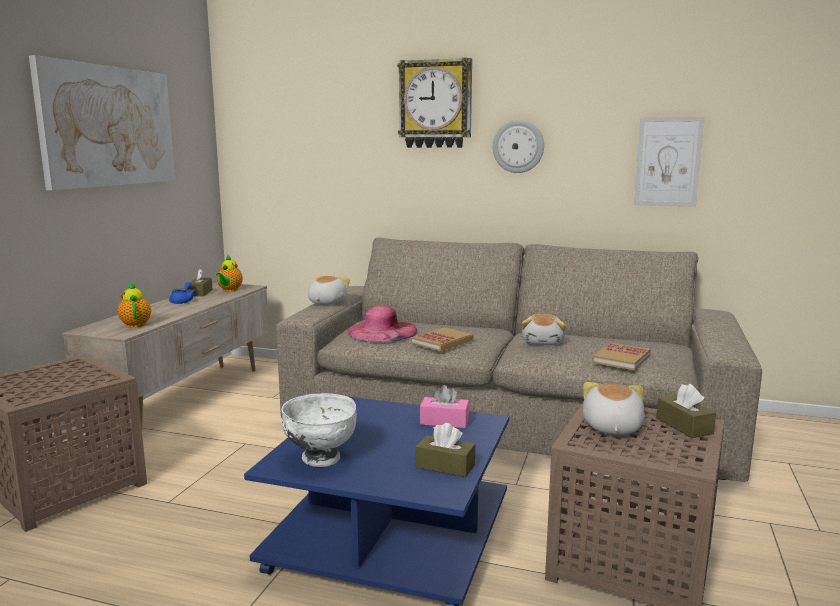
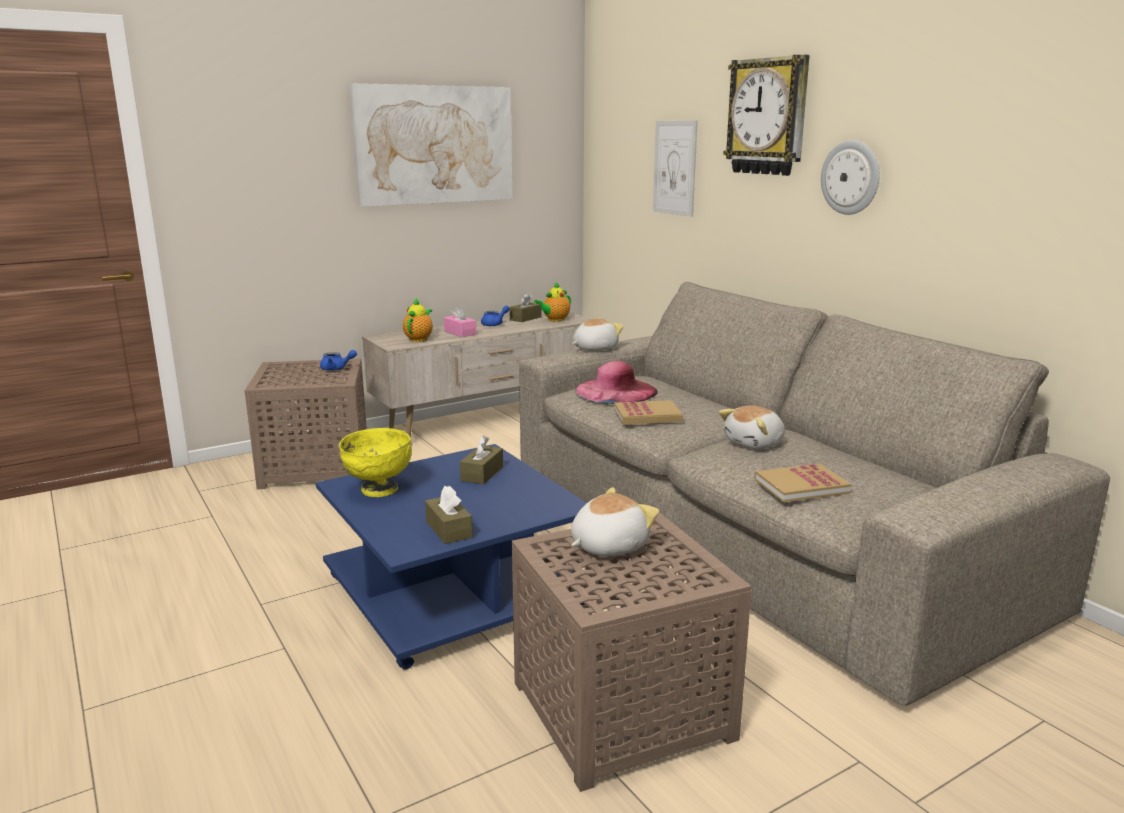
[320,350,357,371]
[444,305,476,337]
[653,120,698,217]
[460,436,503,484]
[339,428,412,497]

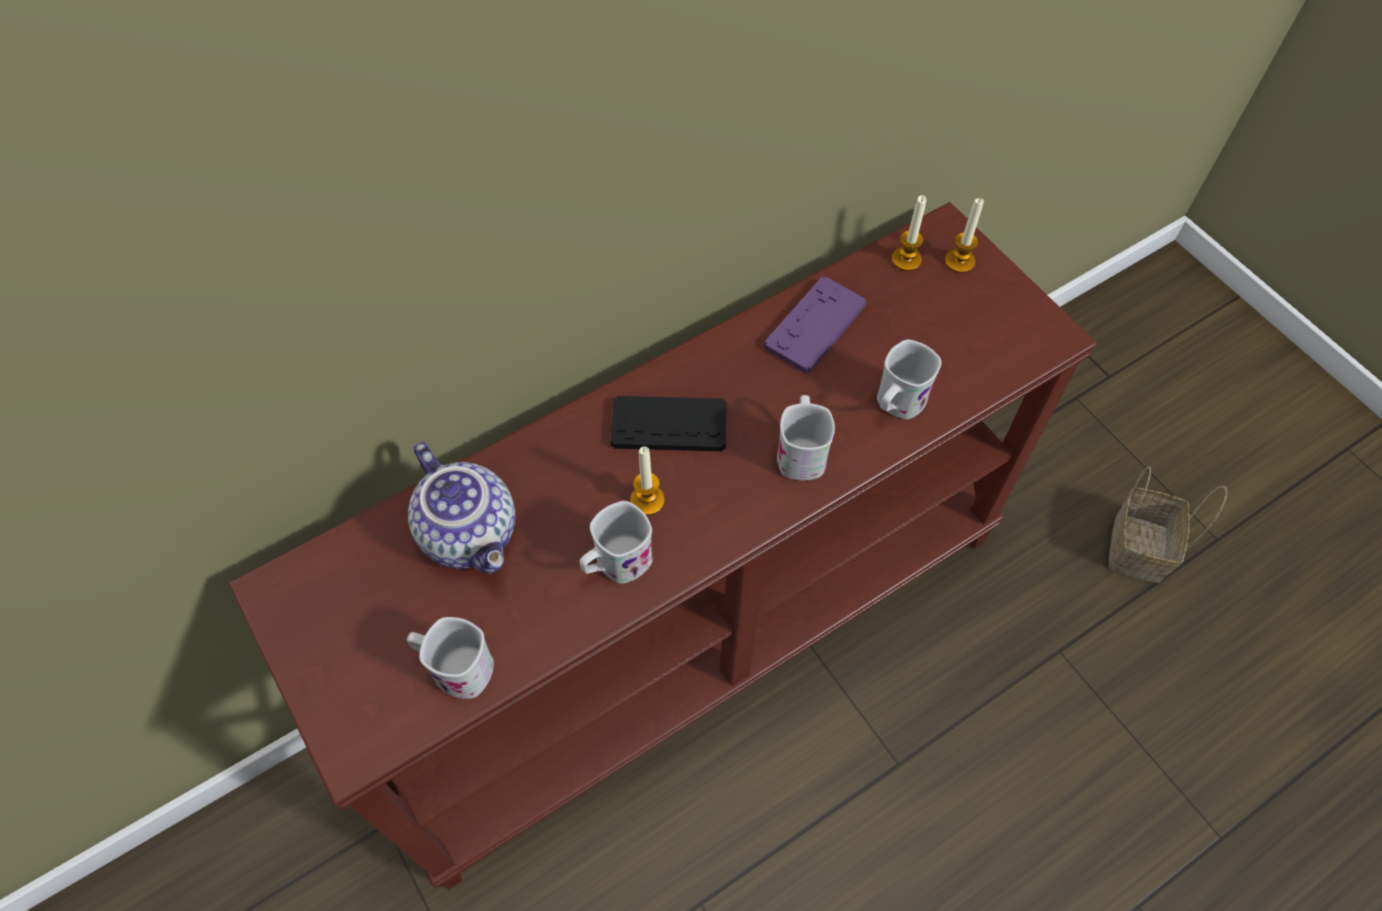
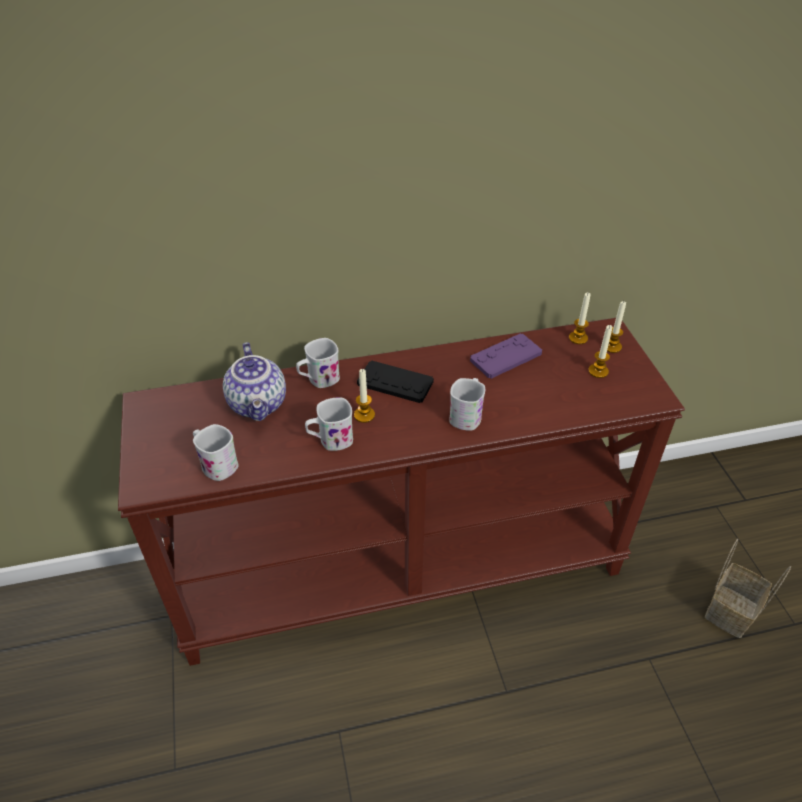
[588,325,612,378]
[296,338,340,388]

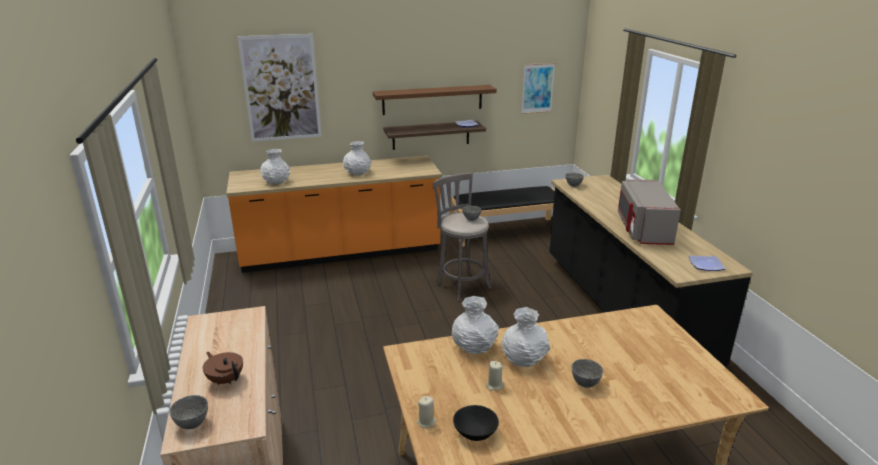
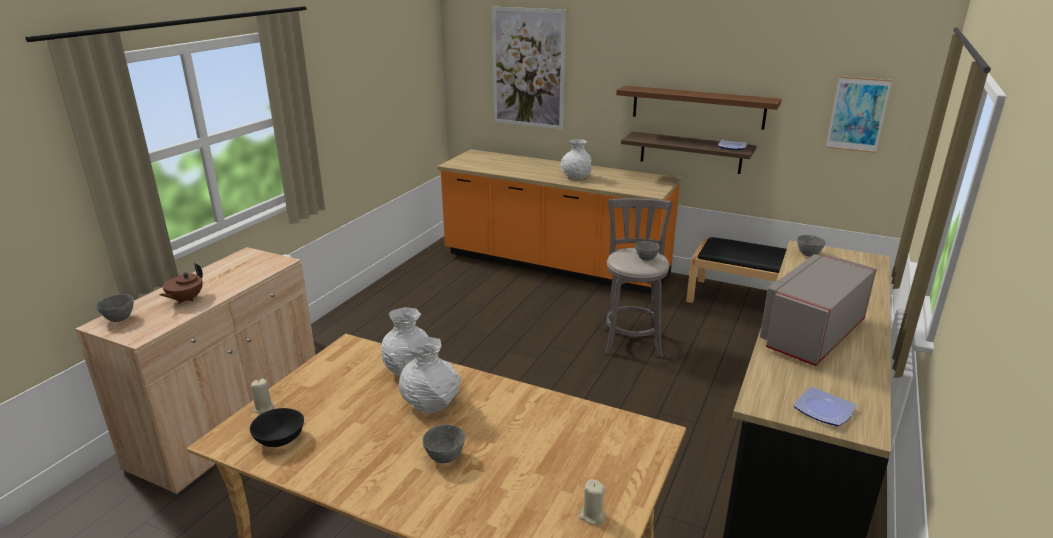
[260,149,290,184] (first image)
[579,479,606,525]
[159,263,203,304]

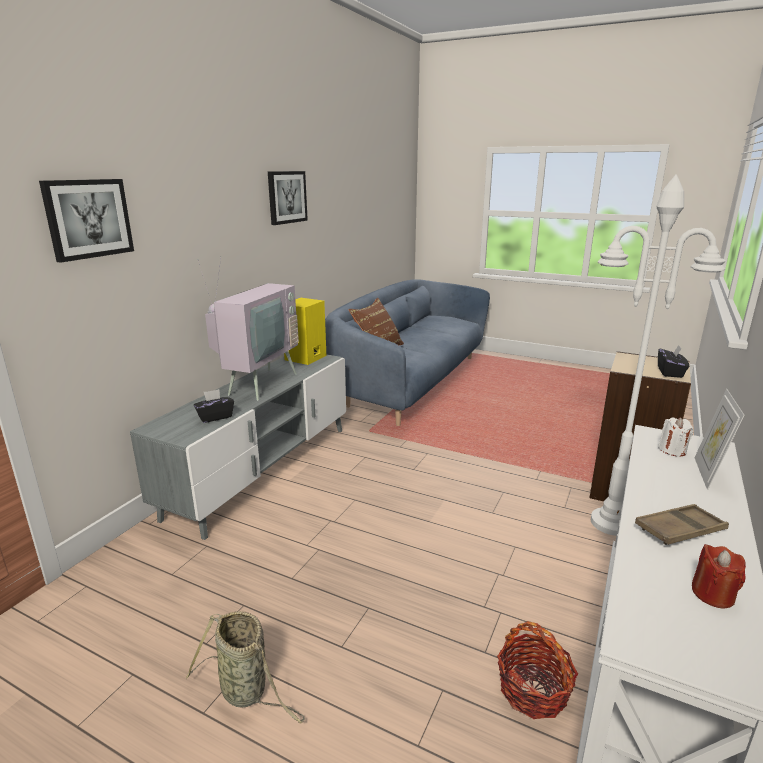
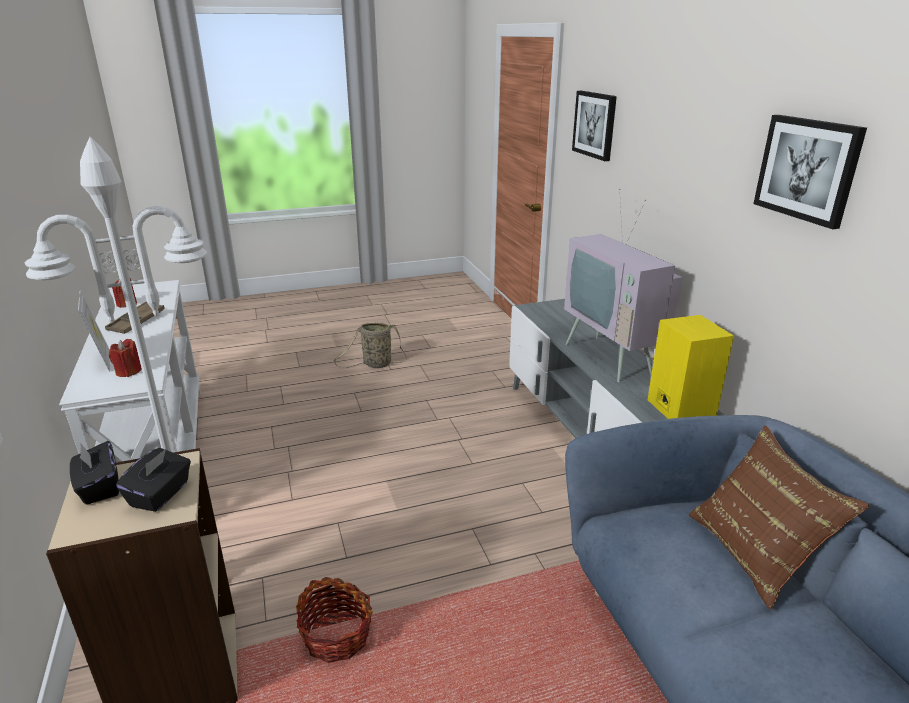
[116,448,191,512]
[296,577,373,663]
[109,339,142,377]

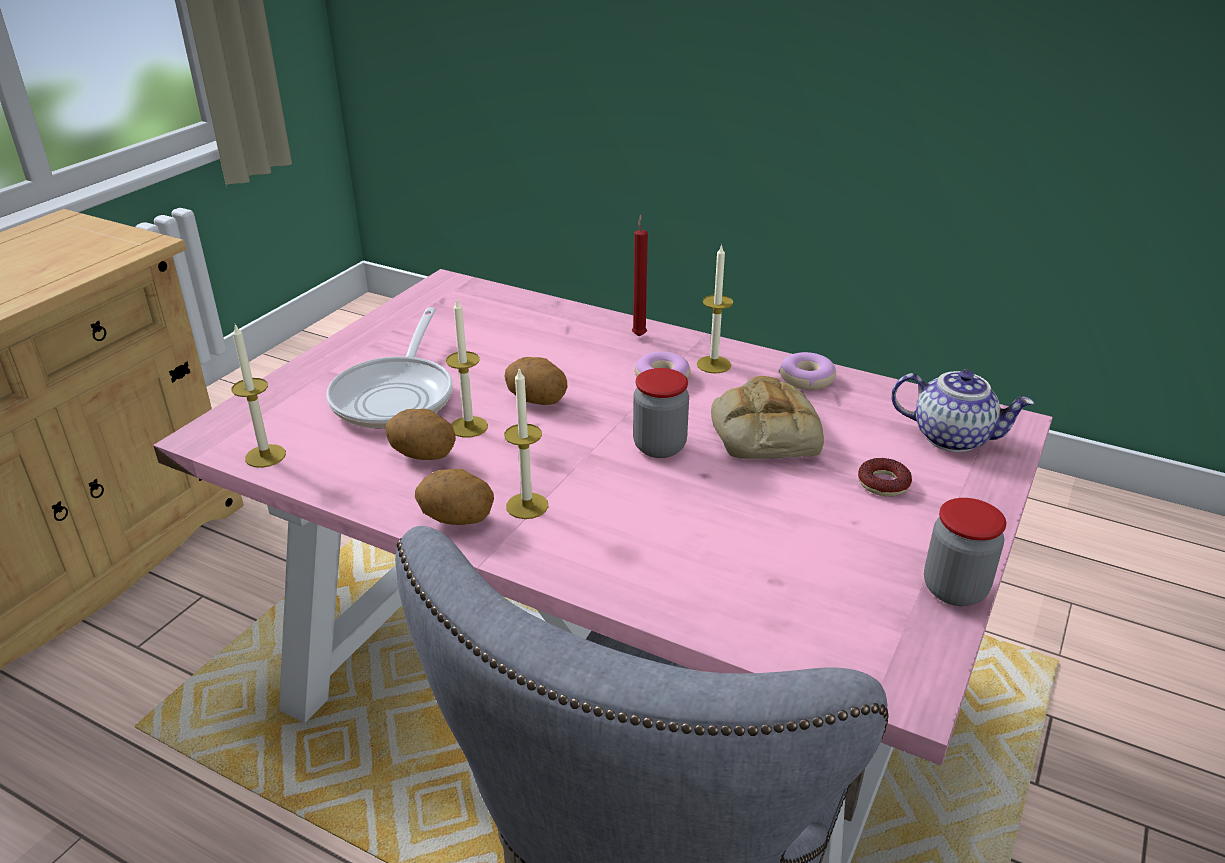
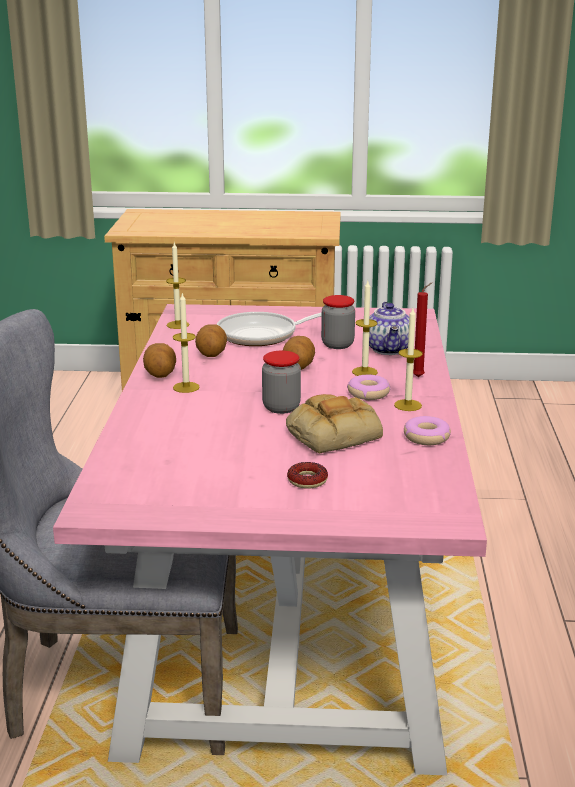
[352,281,378,376]
[369,302,409,355]
[321,295,355,349]

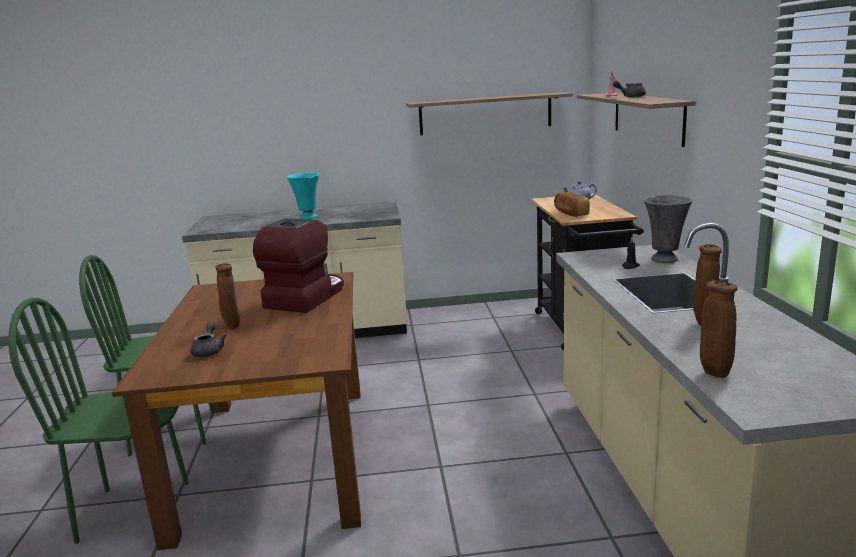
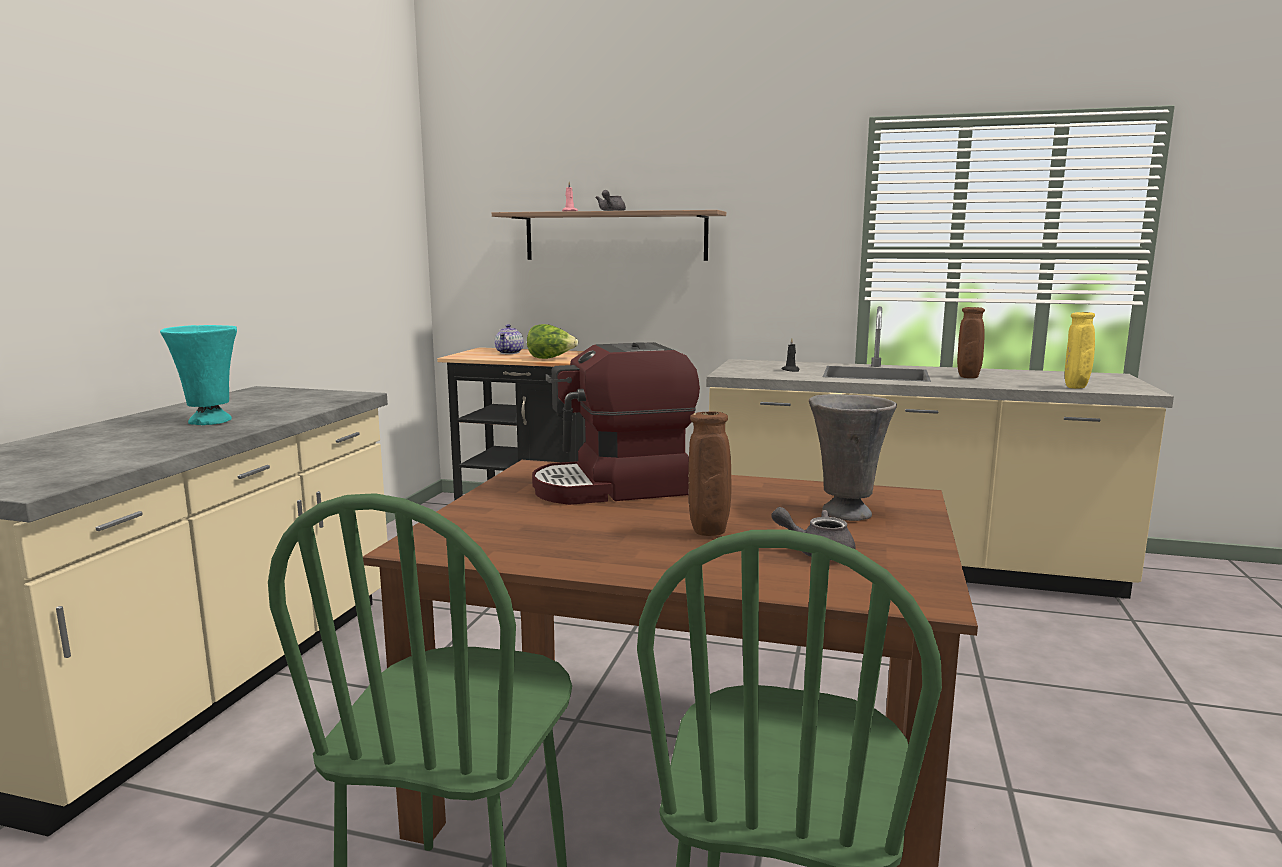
[406,92,573,135] (first image)
[809,394,897,521]
[527,324,578,359]
[1065,312,1095,389]
[532,342,700,505]

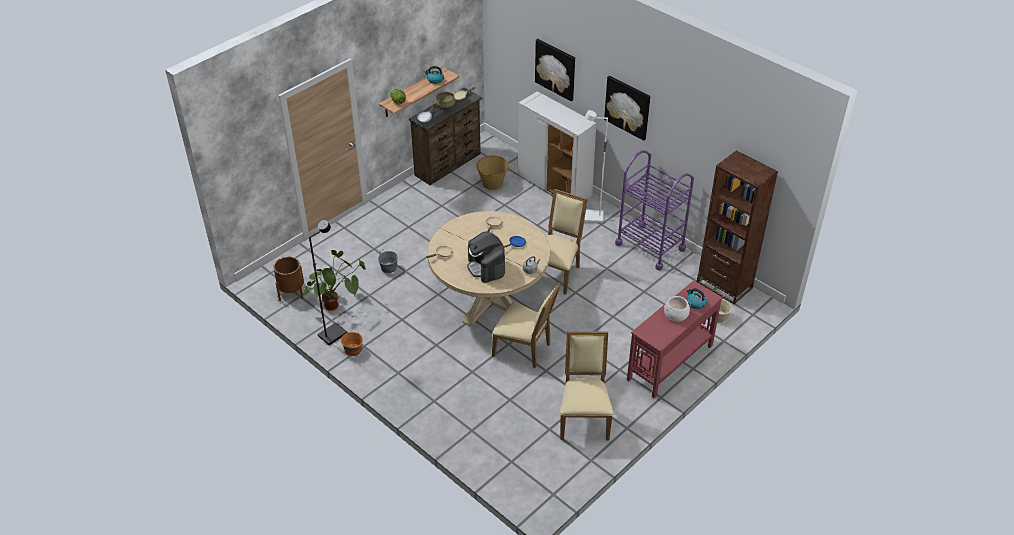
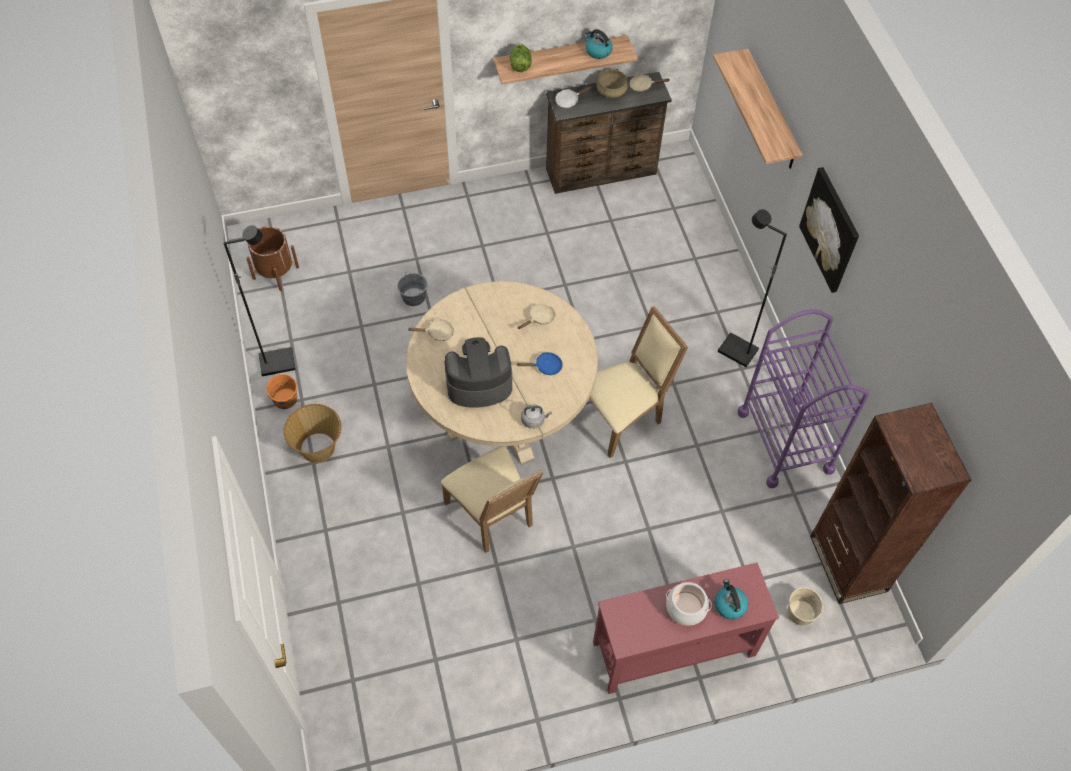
[304,250,366,311] (first image)
[518,91,596,199] (first image)
[560,331,614,440] (first image)
[284,404,342,463]
[713,48,803,169]
[717,209,787,367]
[444,337,512,408]

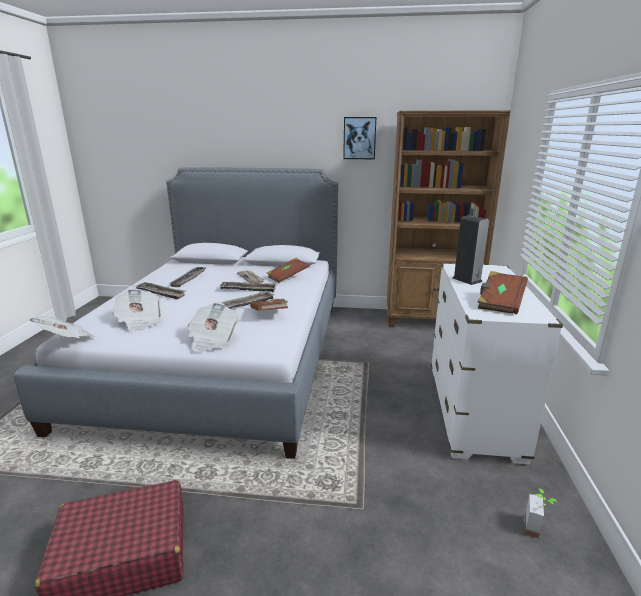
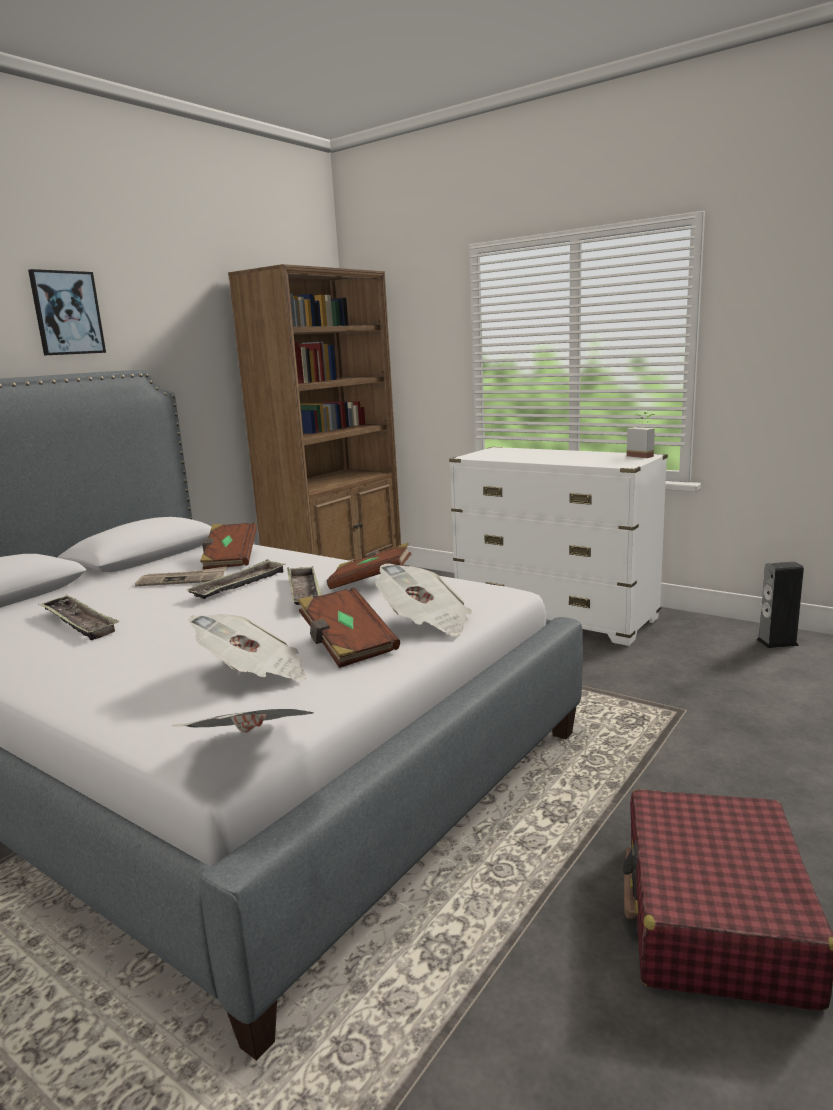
[135,282,186,300] (first image)
[28,269,106,356]
[756,562,804,648]
[298,587,400,668]
[627,412,655,458]

